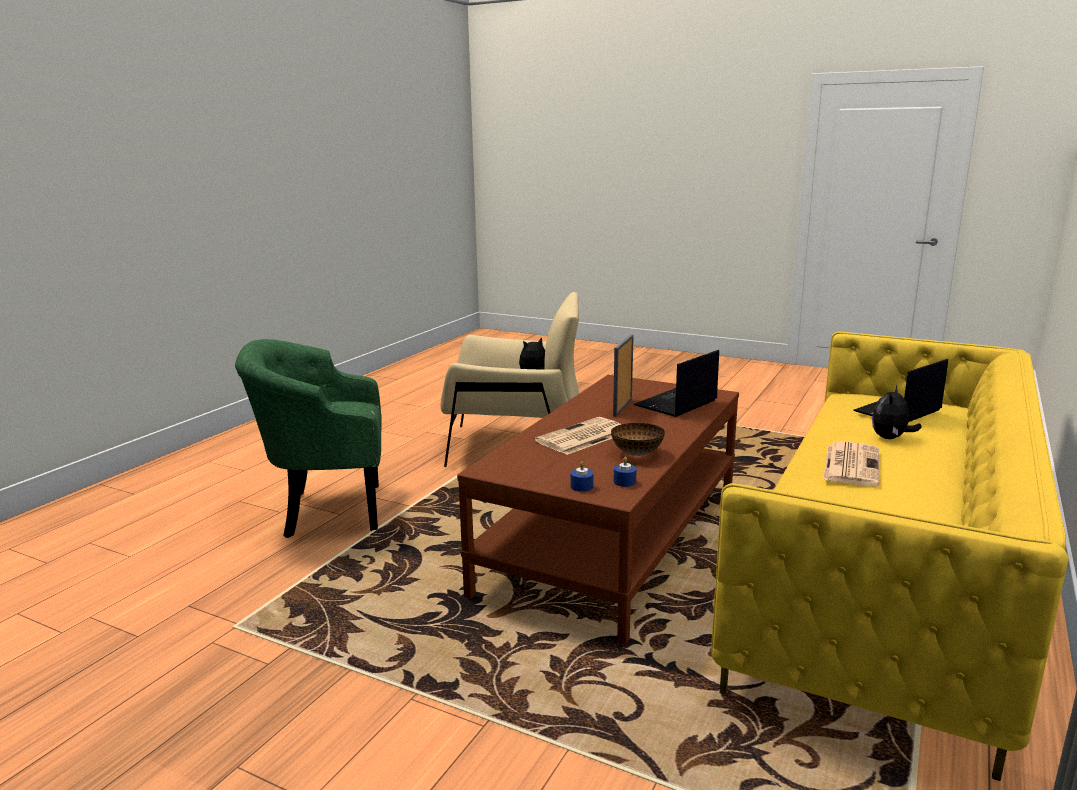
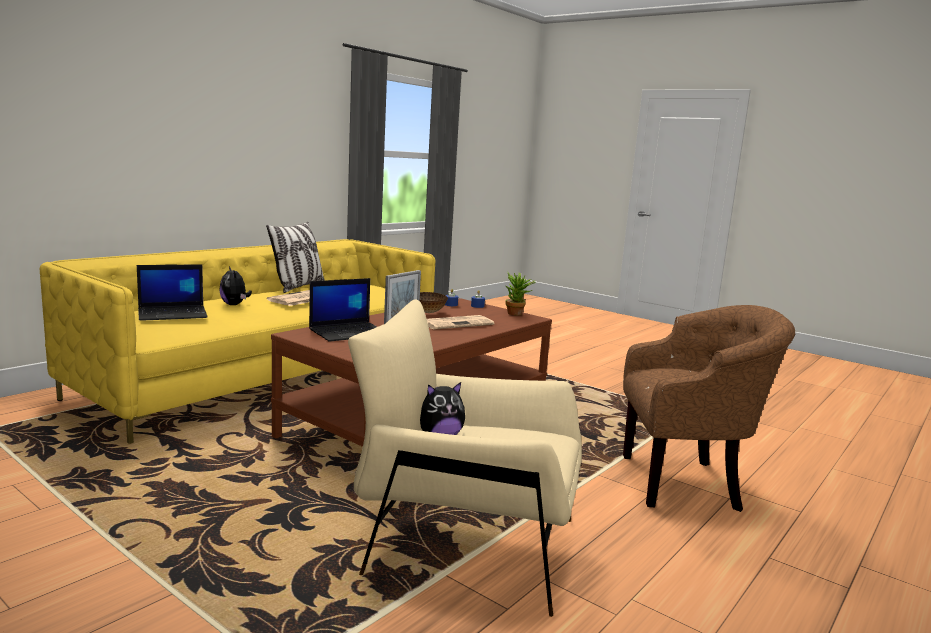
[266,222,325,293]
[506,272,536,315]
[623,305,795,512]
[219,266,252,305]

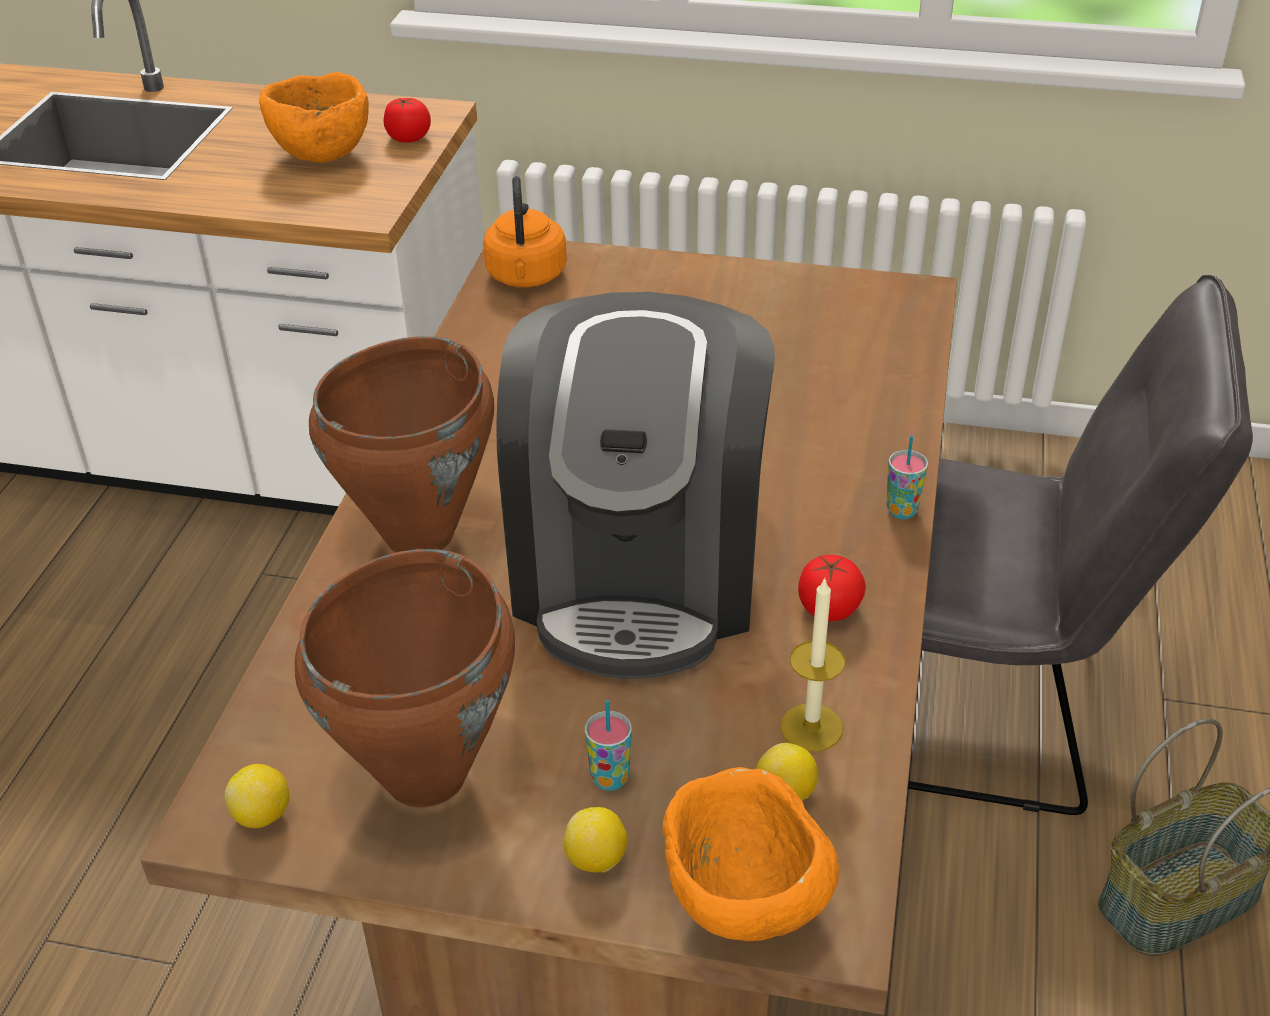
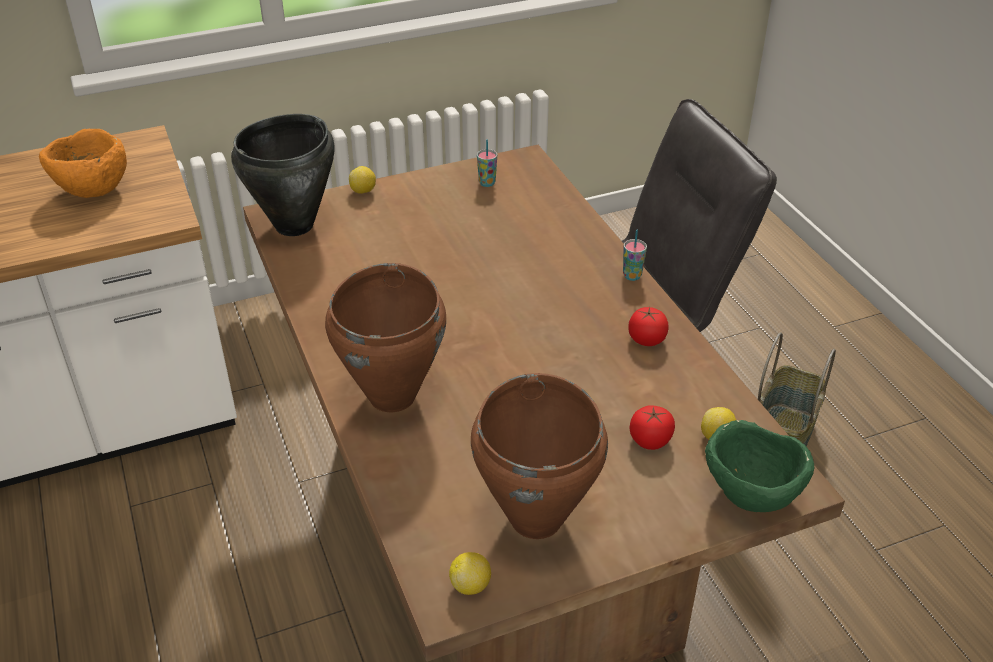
[496,292,775,679] (first image)
[780,578,845,752] (first image)
[630,405,675,450]
[349,166,376,194]
[477,139,497,187]
[231,114,335,236]
[705,420,814,512]

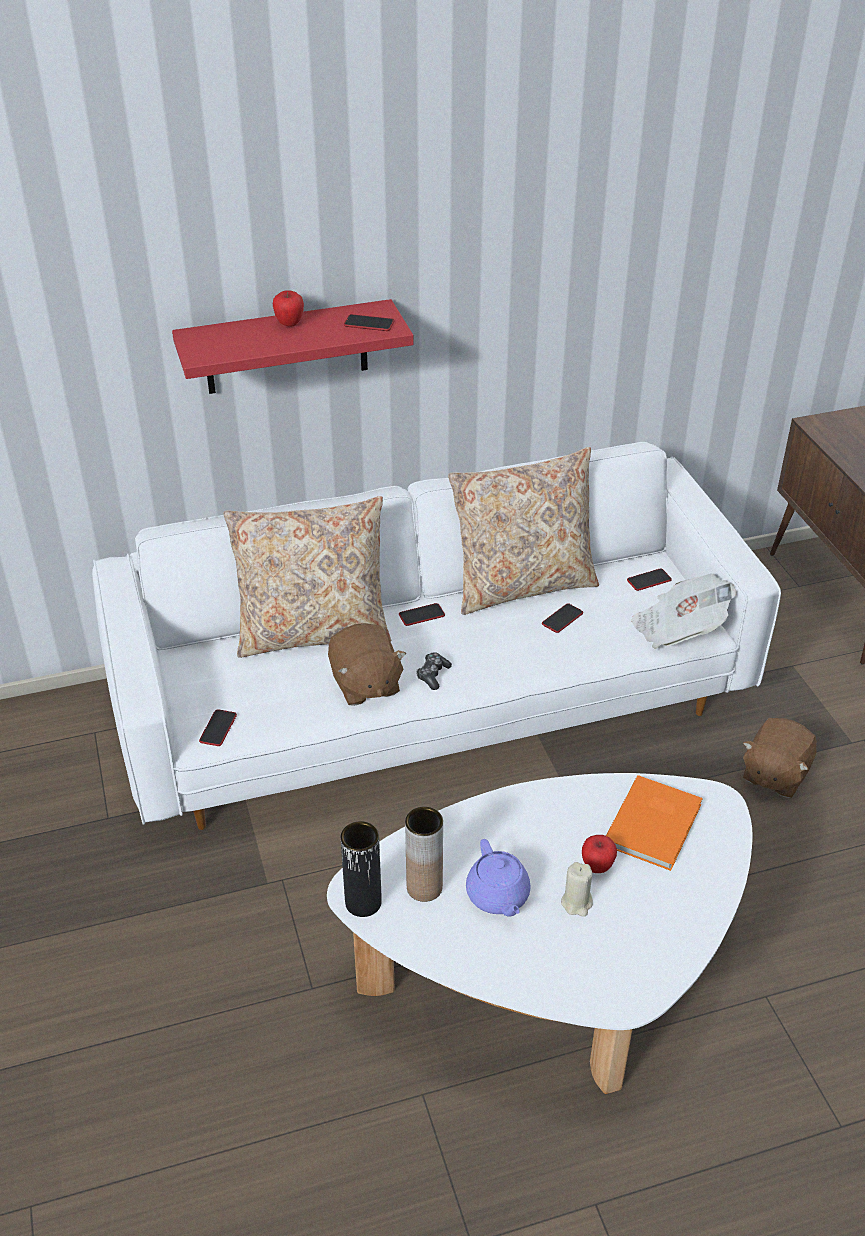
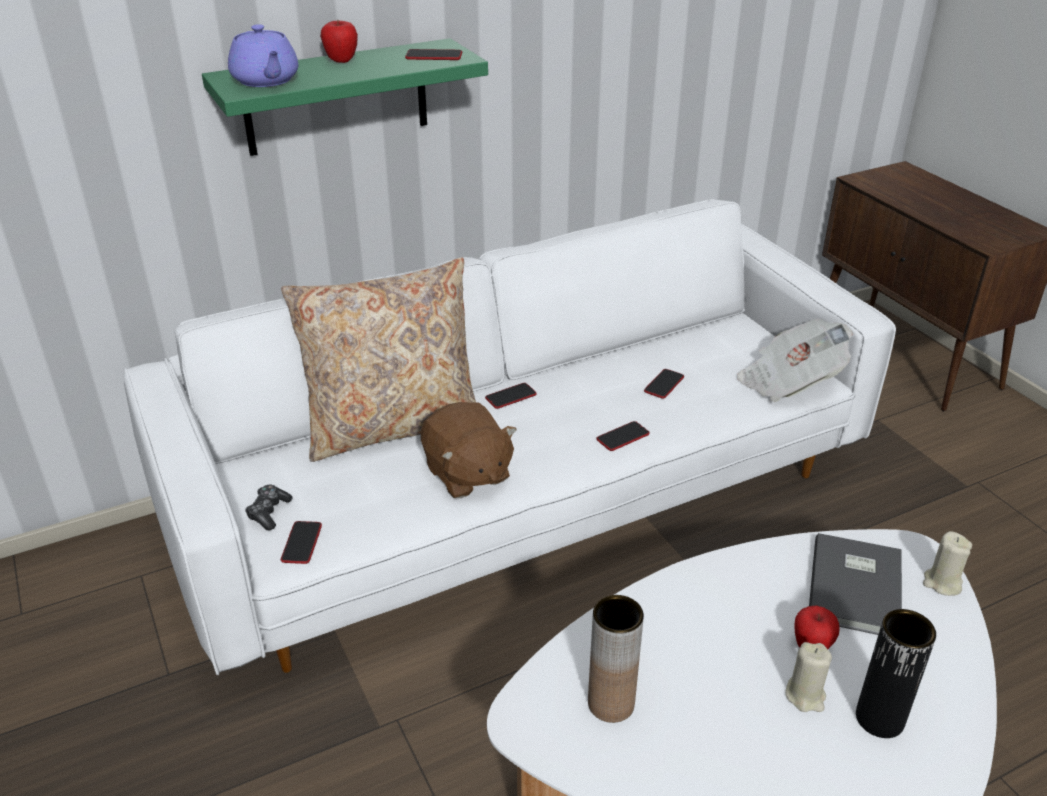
[448,447,599,615] (first image)
[743,718,817,798] (first image)
[923,531,972,596]
[856,609,936,738]
[245,485,293,530]
[228,24,298,87]
[596,421,650,451]
[202,38,488,156]
[809,533,902,635]

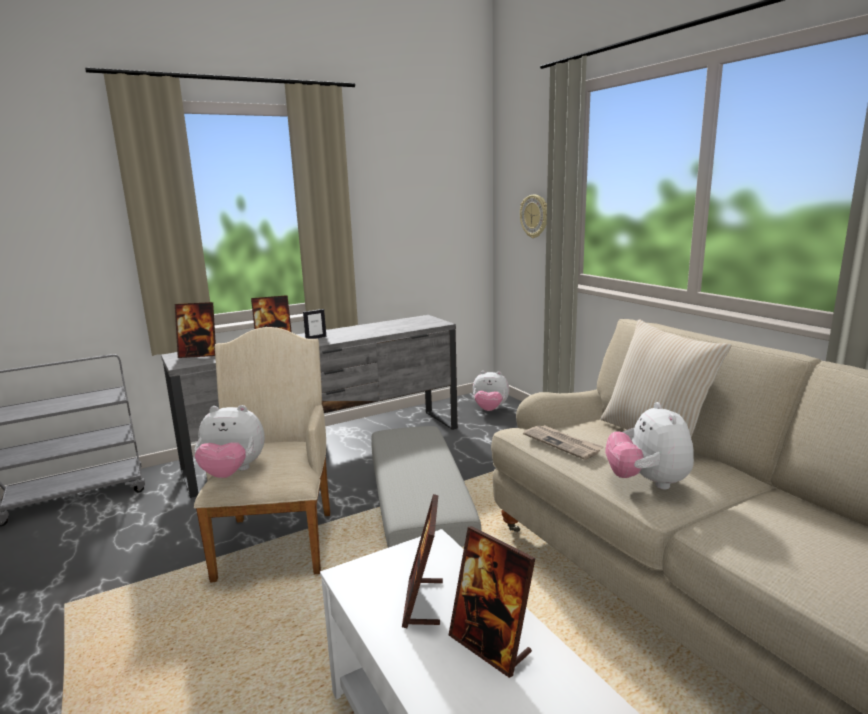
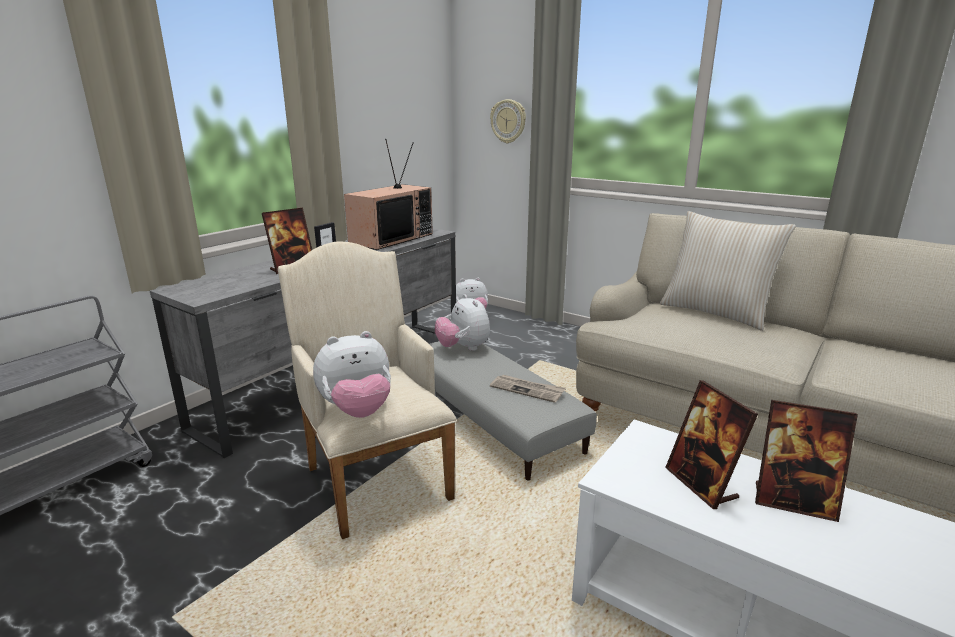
[175,302,216,358] (first image)
[344,139,433,250]
[490,375,566,403]
[435,294,490,351]

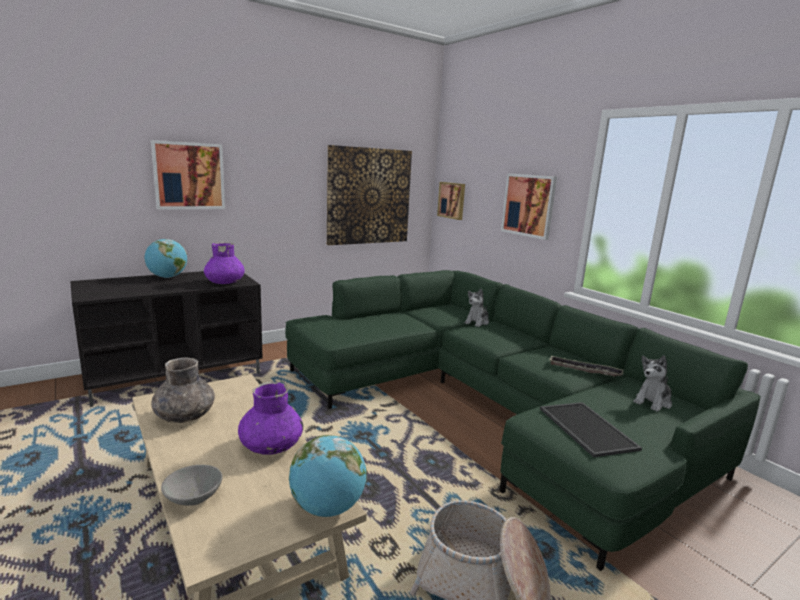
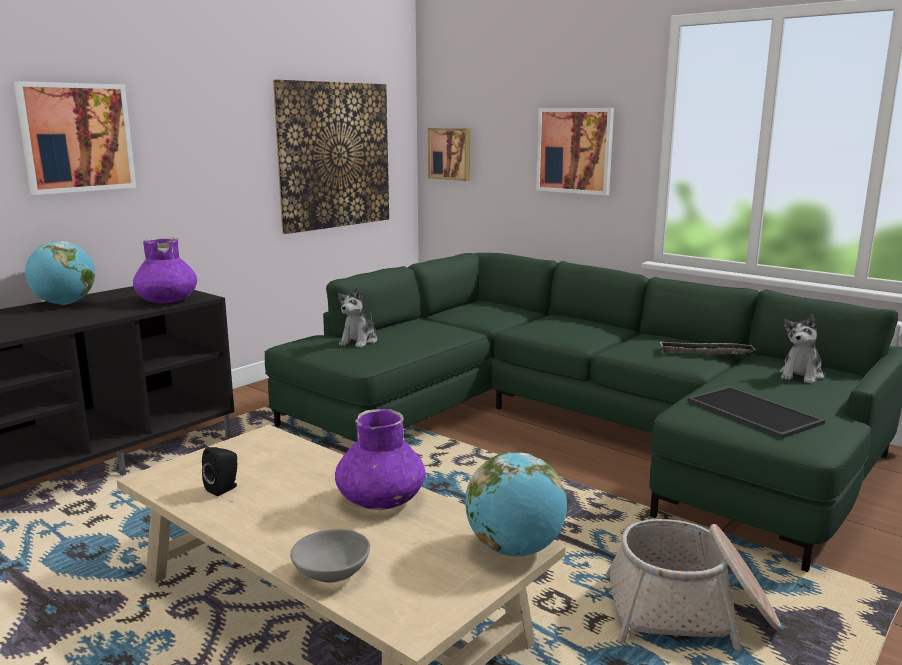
[338,287,377,348]
[202,447,237,496]

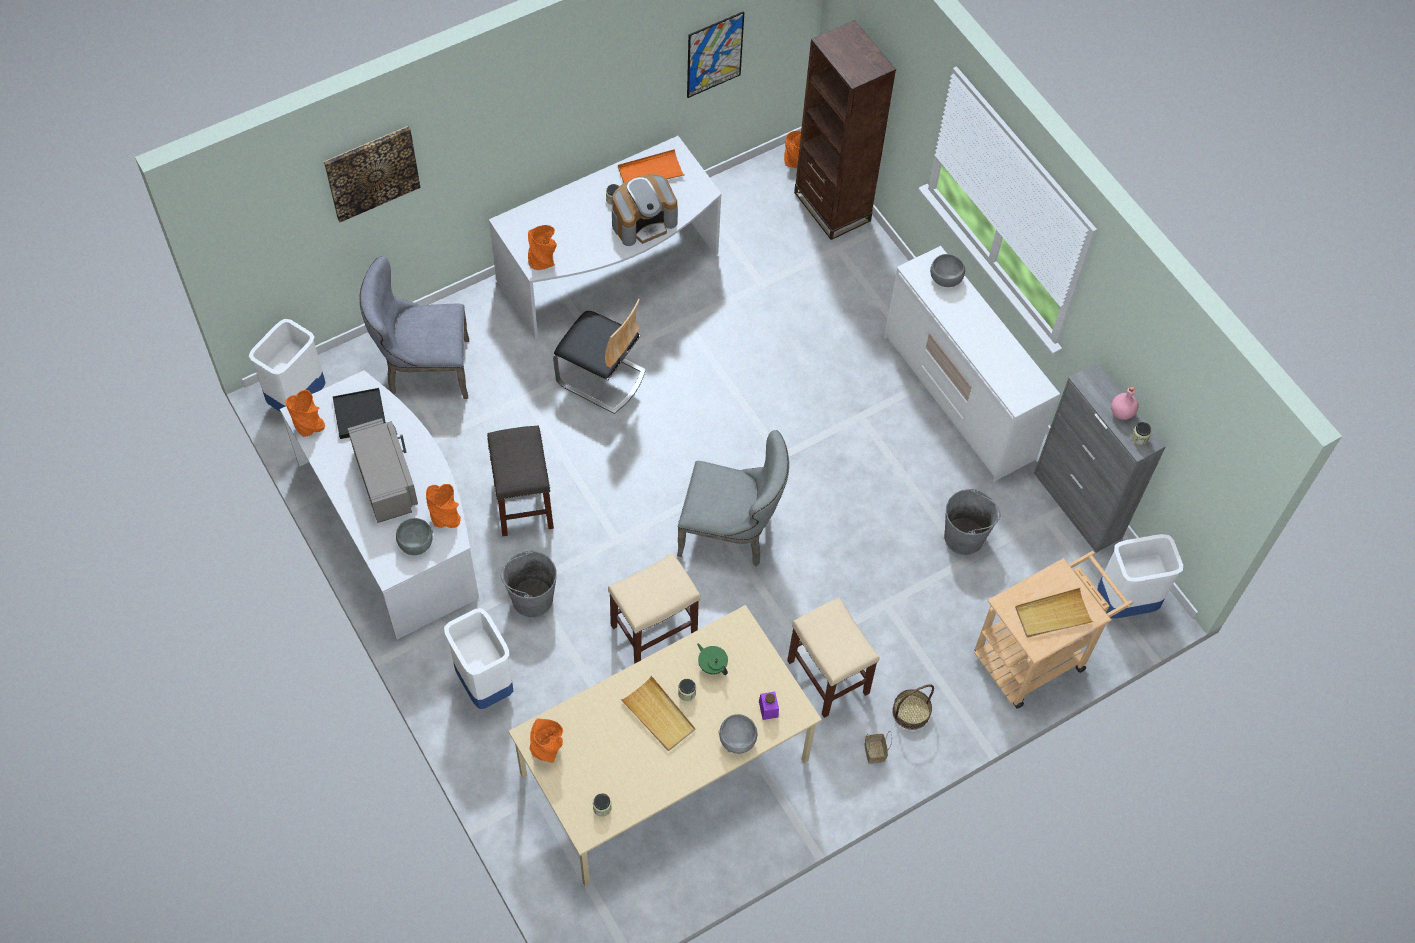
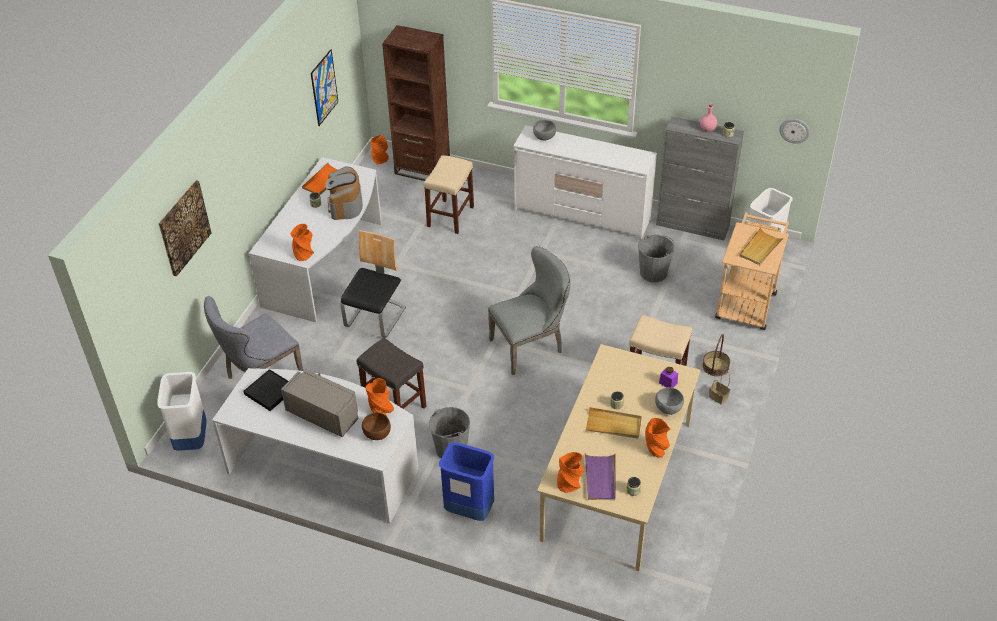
[697,643,728,675] (first image)
[585,453,616,500]
[780,119,810,144]
[645,418,671,458]
[424,155,474,234]
[362,412,391,440]
[439,442,494,521]
[340,230,406,338]
[325,166,363,220]

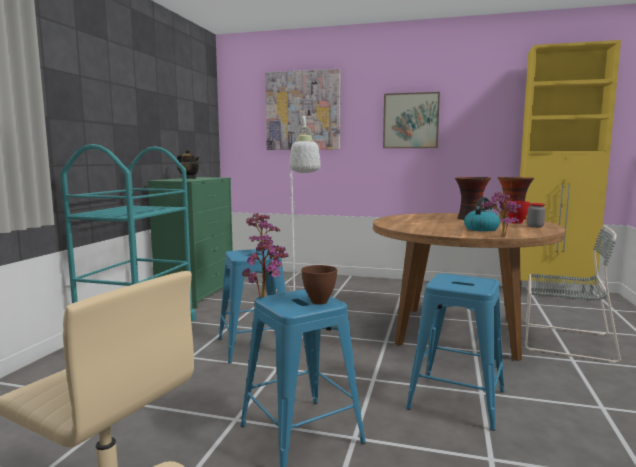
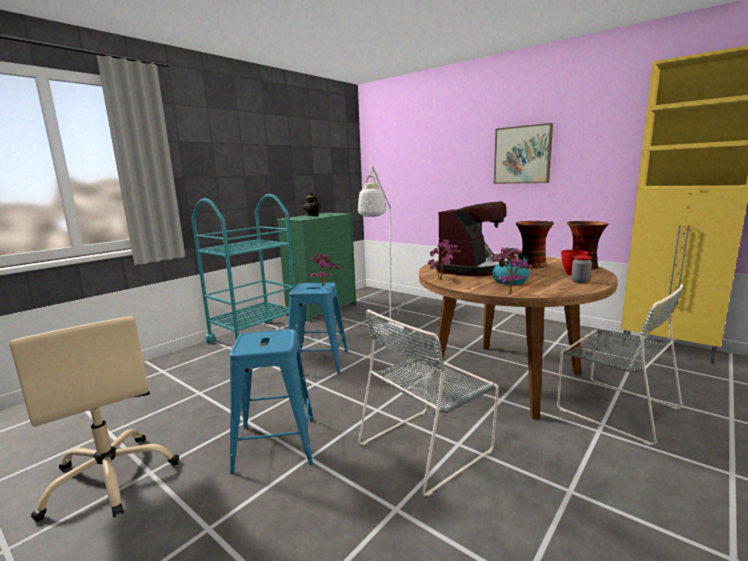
[265,69,341,150] (first image)
[301,265,337,304] (first image)
[436,201,511,276]
[428,239,461,280]
[358,309,499,496]

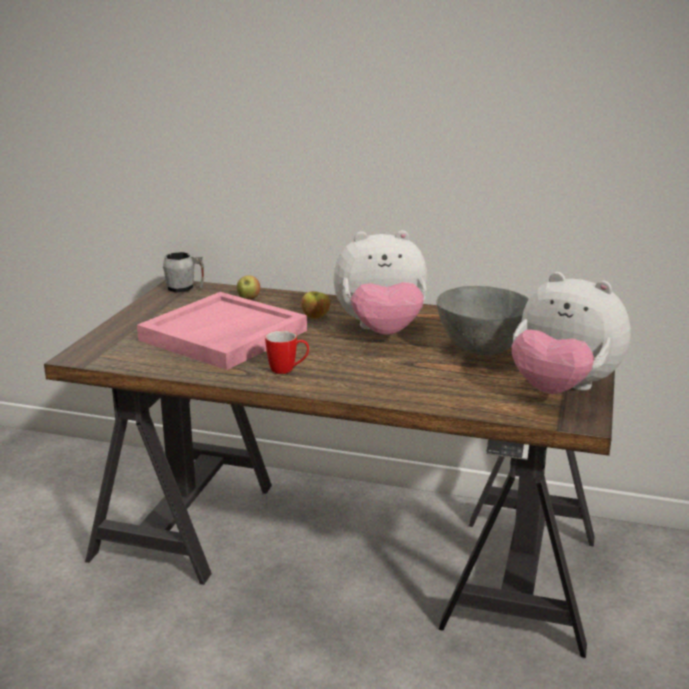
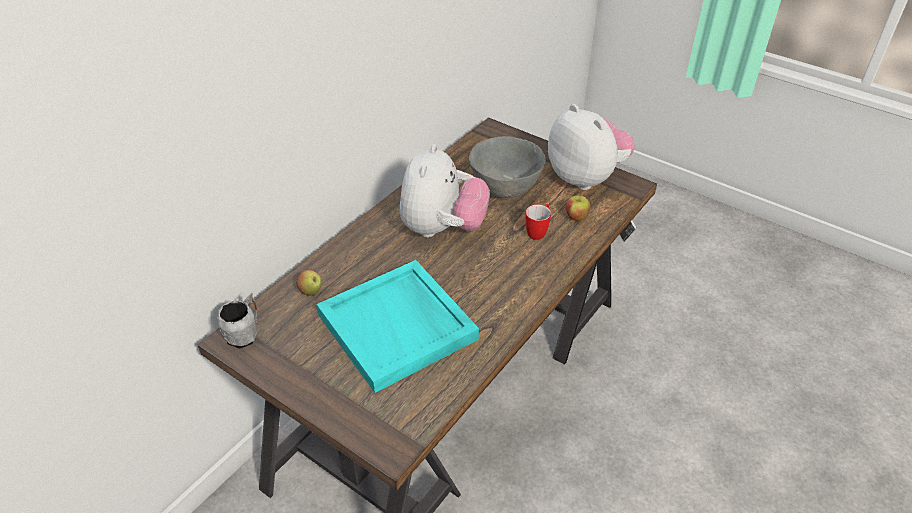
[526,204,551,240]
[566,196,590,221]
[316,260,479,393]
[548,104,635,190]

